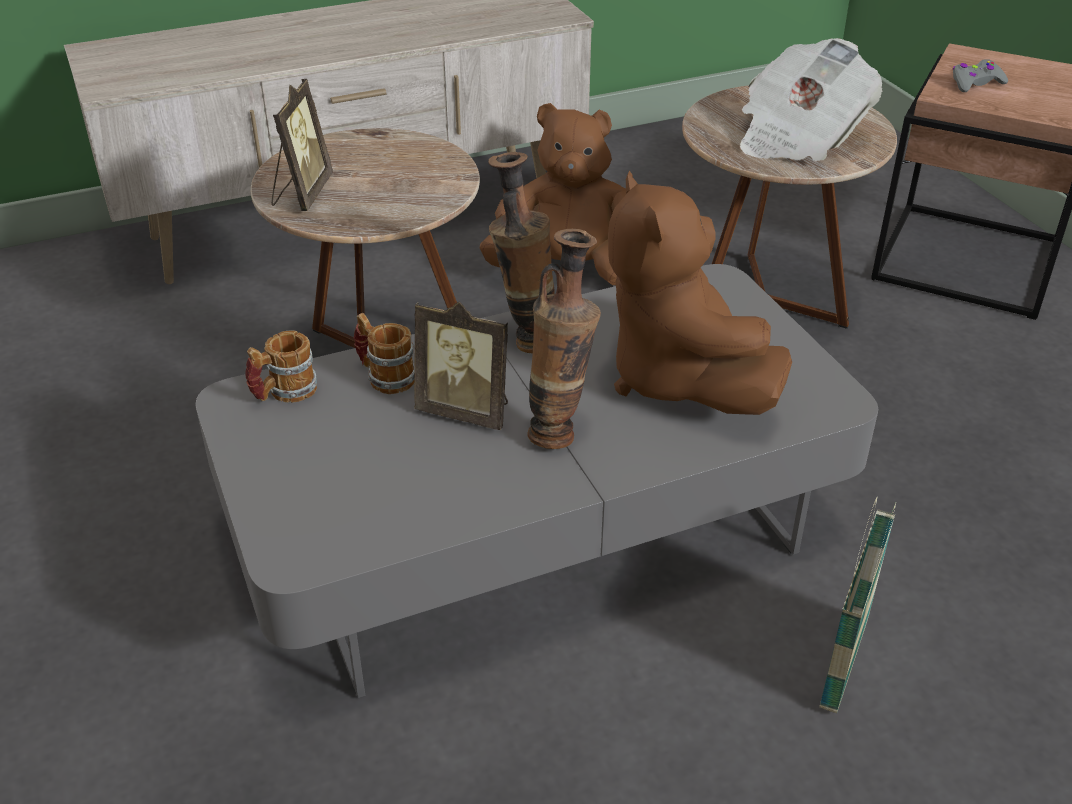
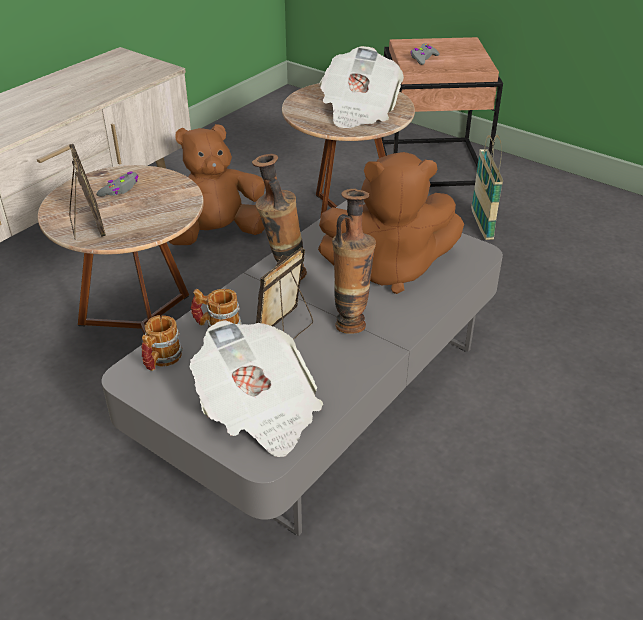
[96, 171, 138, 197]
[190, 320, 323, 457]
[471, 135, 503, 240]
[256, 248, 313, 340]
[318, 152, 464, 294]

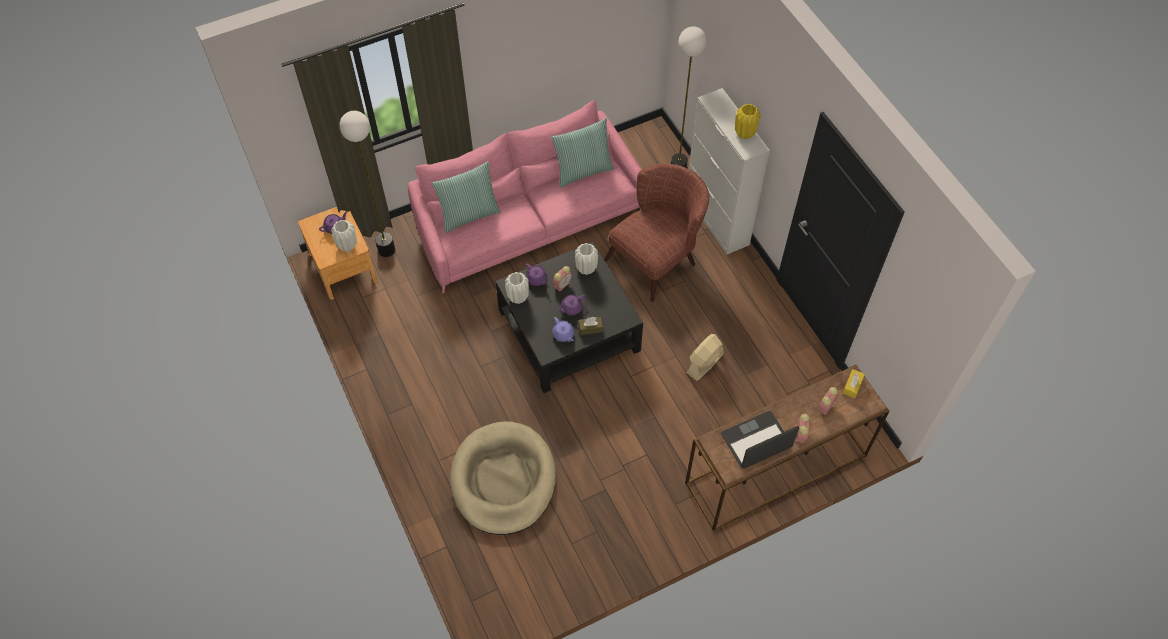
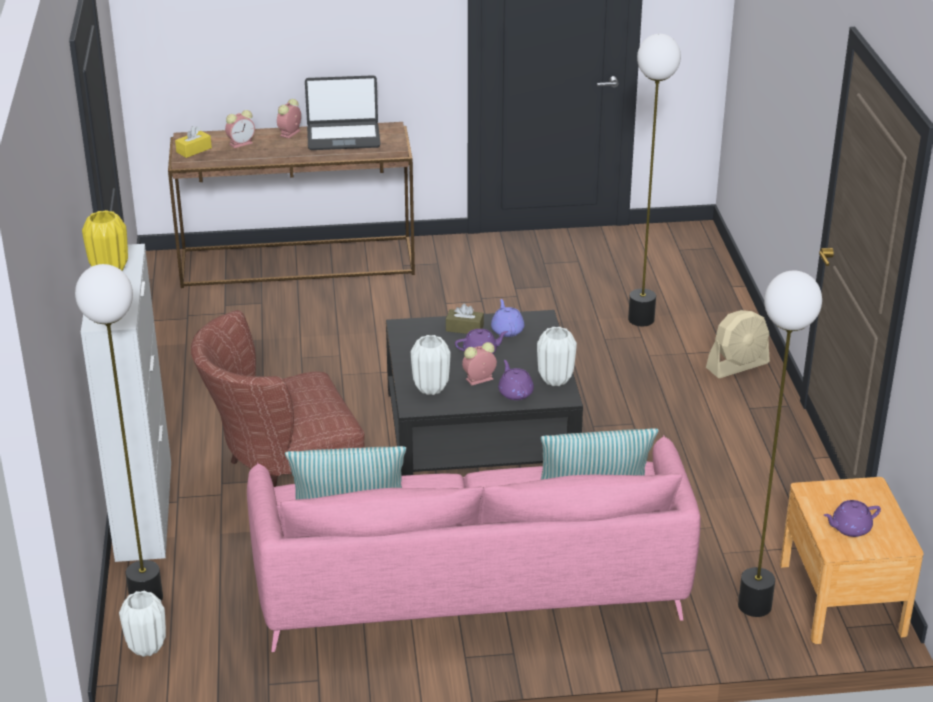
[119, 590, 166, 657]
[706, 310, 770, 378]
[628, 34, 681, 326]

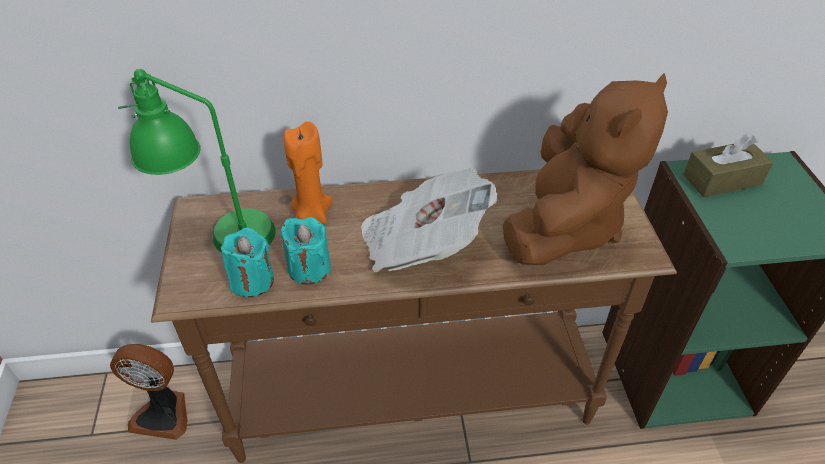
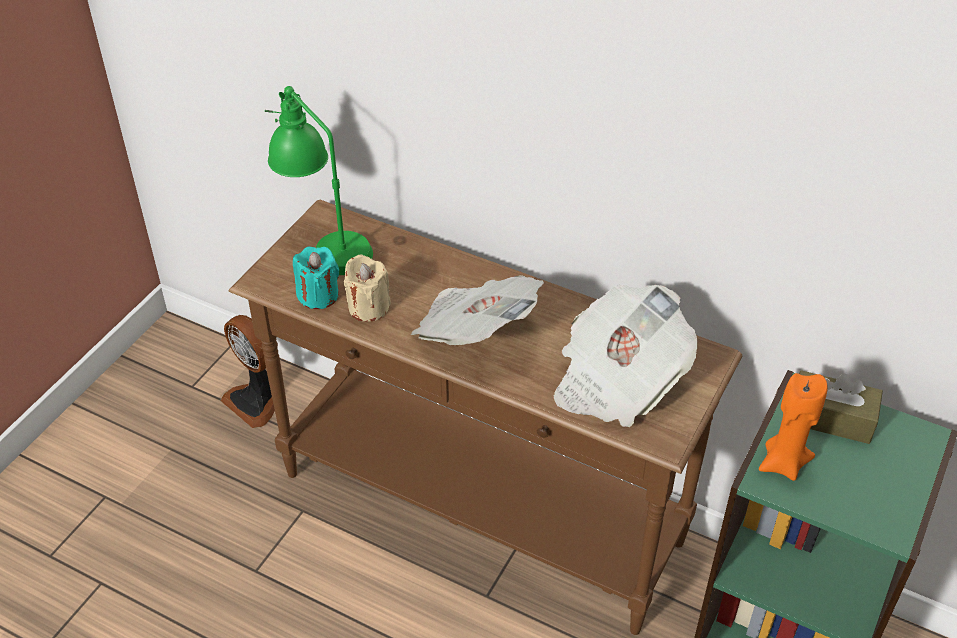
[759, 373, 828, 481]
[554, 284, 697, 427]
[344, 254, 391, 322]

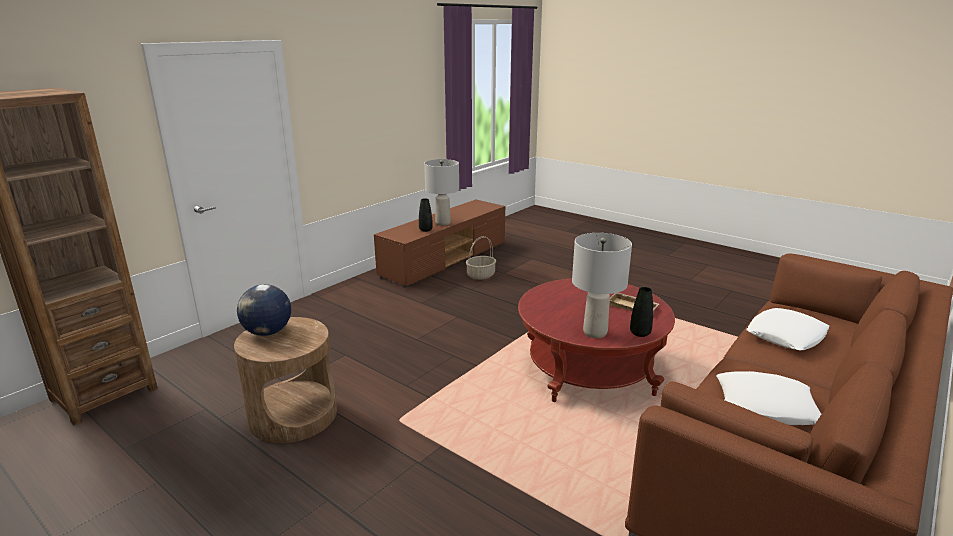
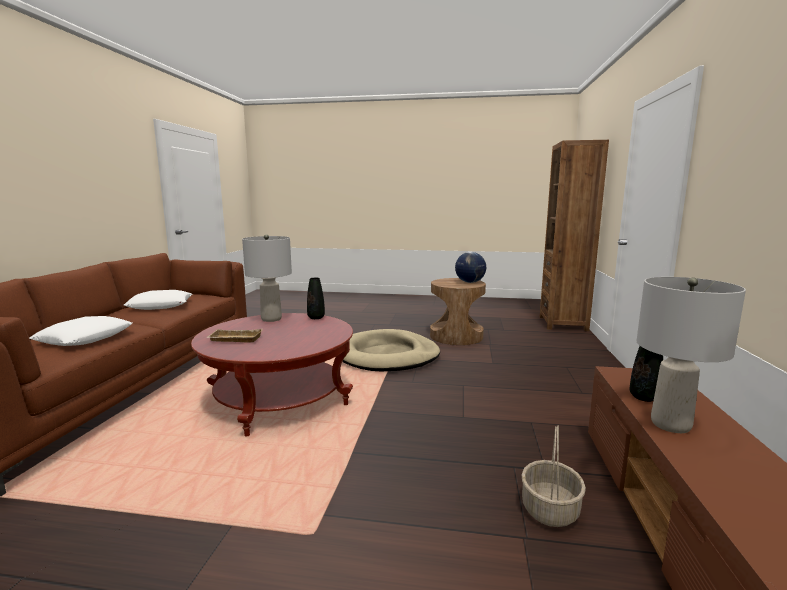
[342, 329, 440, 371]
[307, 278, 325, 319]

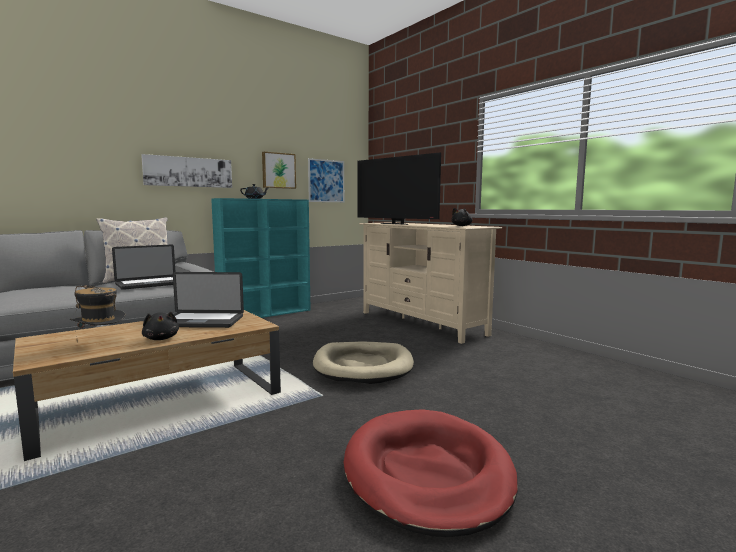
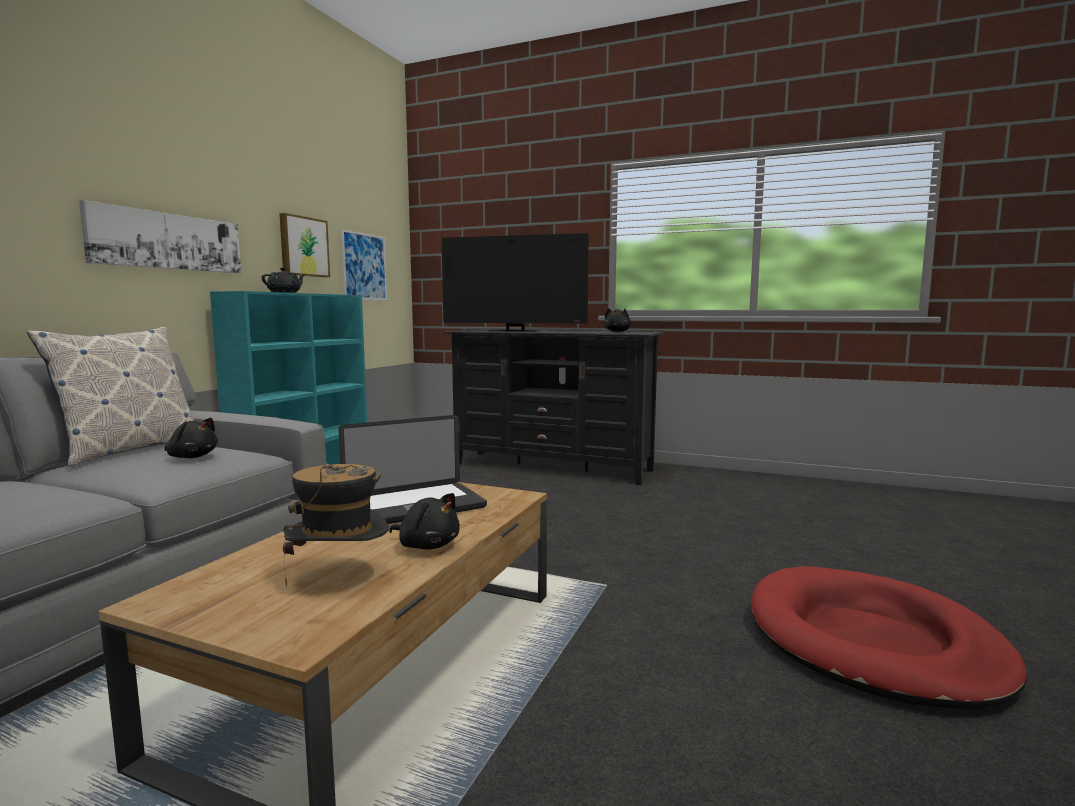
[313, 342, 414, 384] (first image)
[165, 418, 218, 458]
[444, 329, 664, 485]

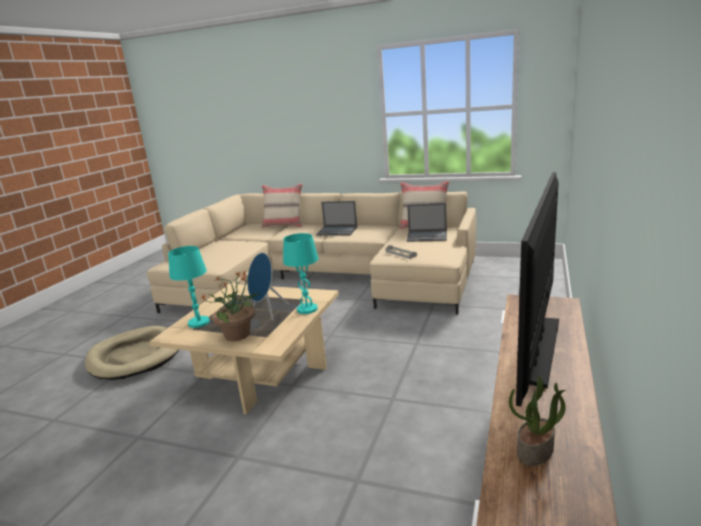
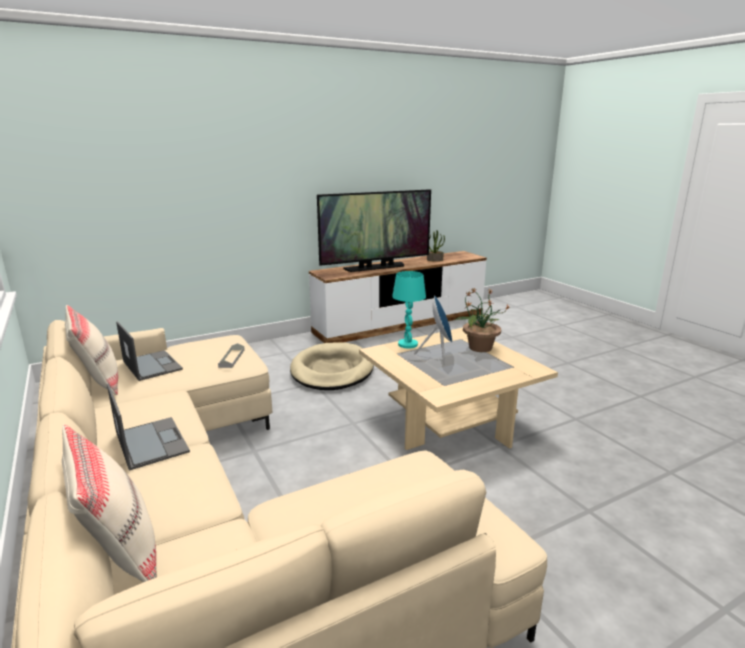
[168, 246, 210, 328] (first image)
[290, 342, 374, 390]

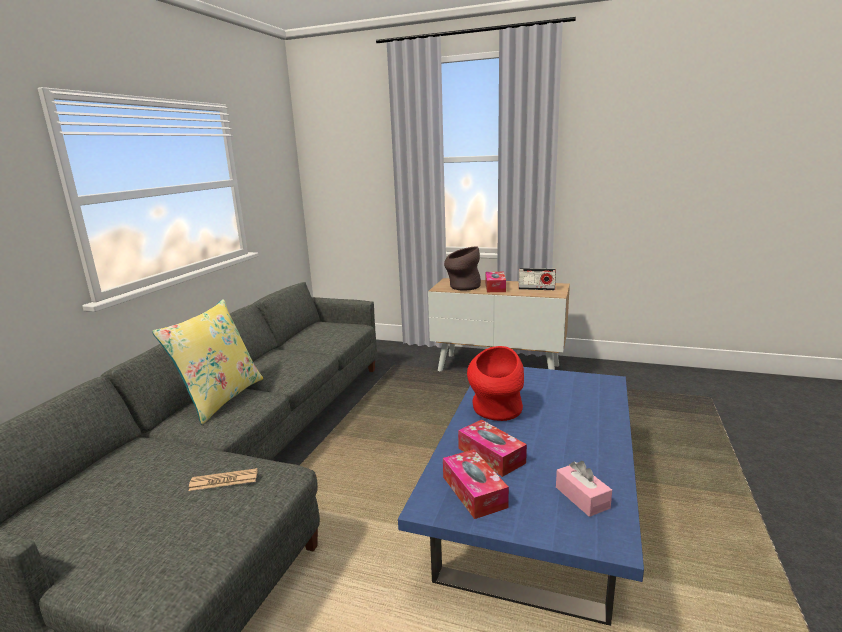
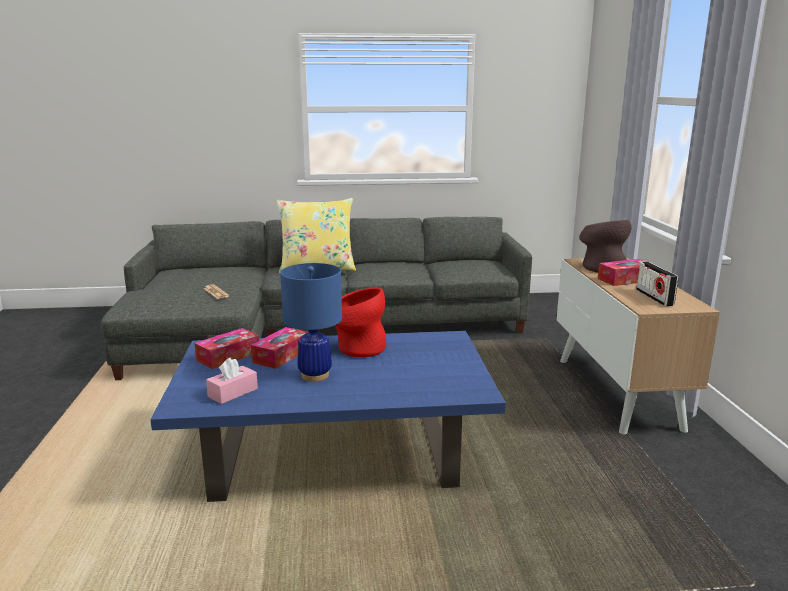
[280, 263, 342, 382]

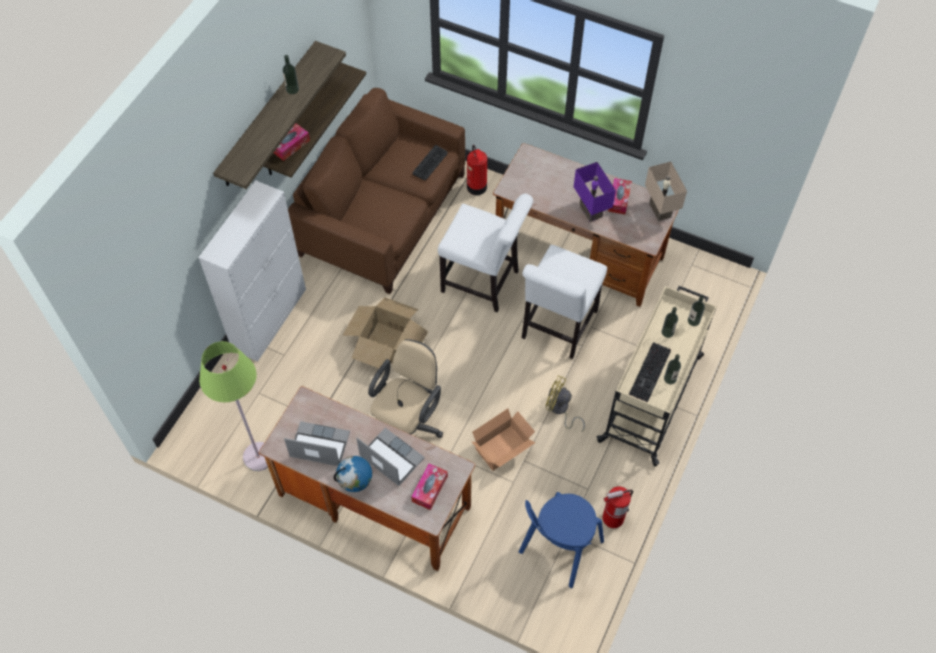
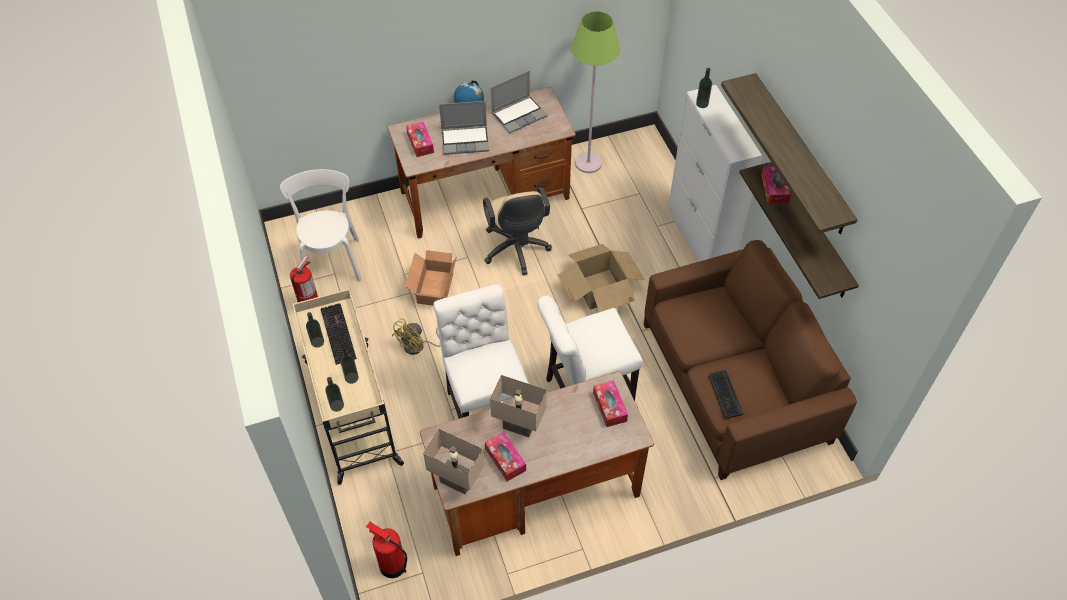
[593, 380, 628, 427]
[696, 68, 712, 108]
[366, 522, 407, 578]
[280, 169, 362, 282]
[490, 375, 547, 437]
[392, 318, 441, 355]

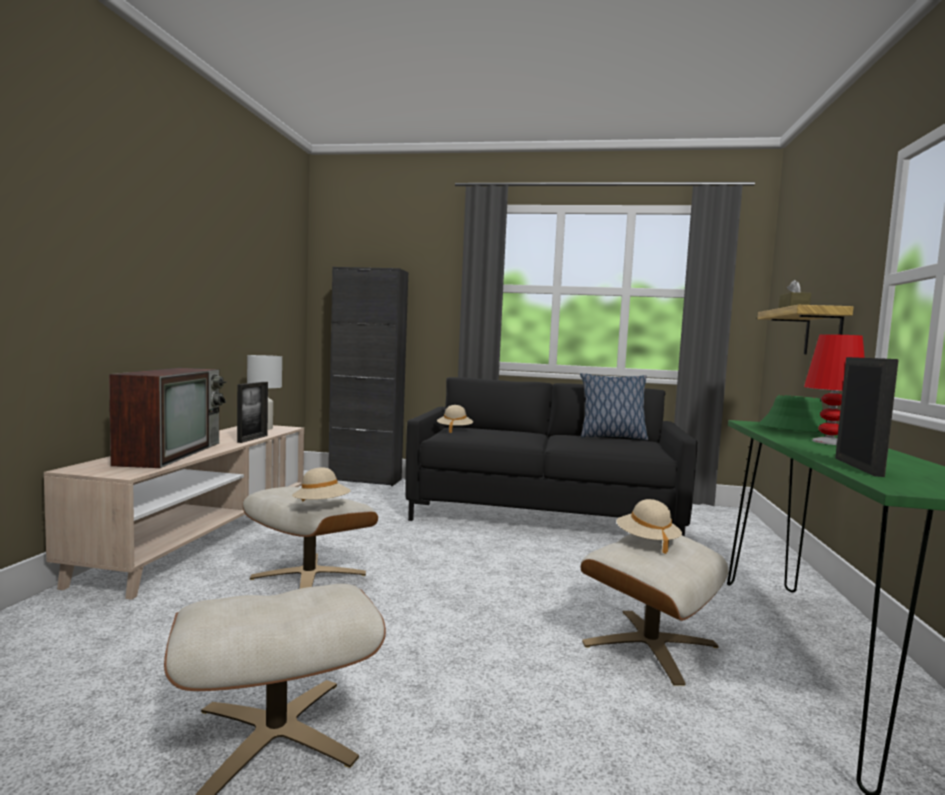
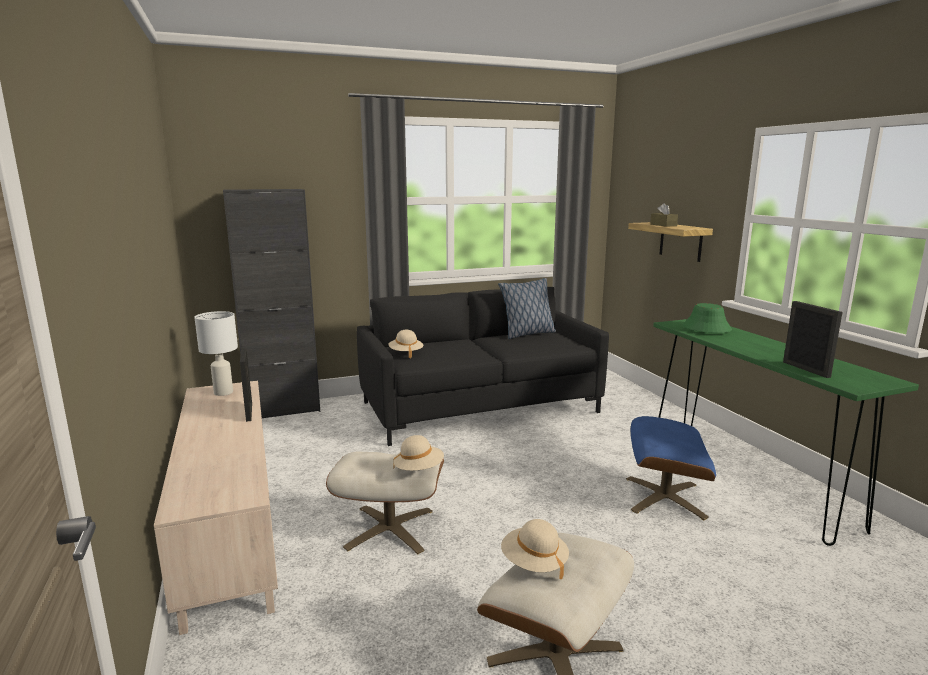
[109, 368, 227, 468] (first image)
[804, 334, 865, 445] (first image)
[501, 519, 569, 579]
[626, 416, 716, 520]

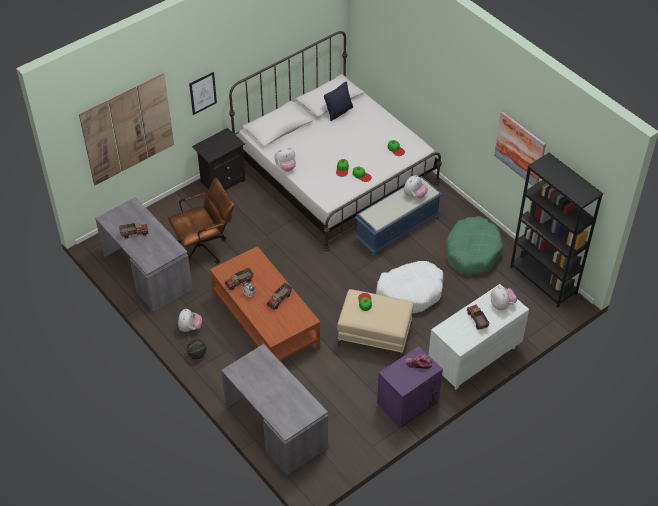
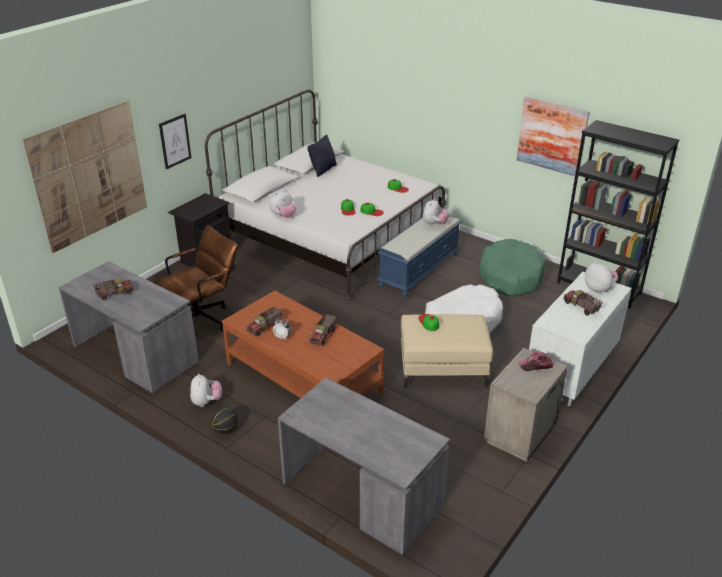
[484, 348, 568, 462]

